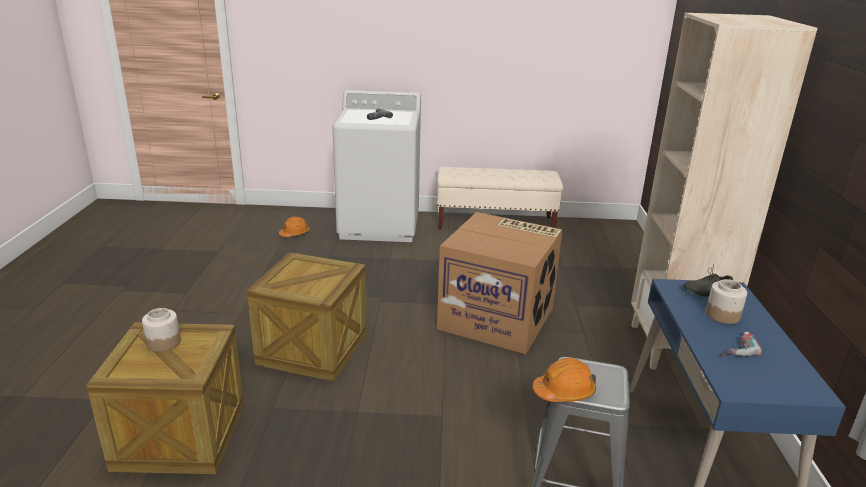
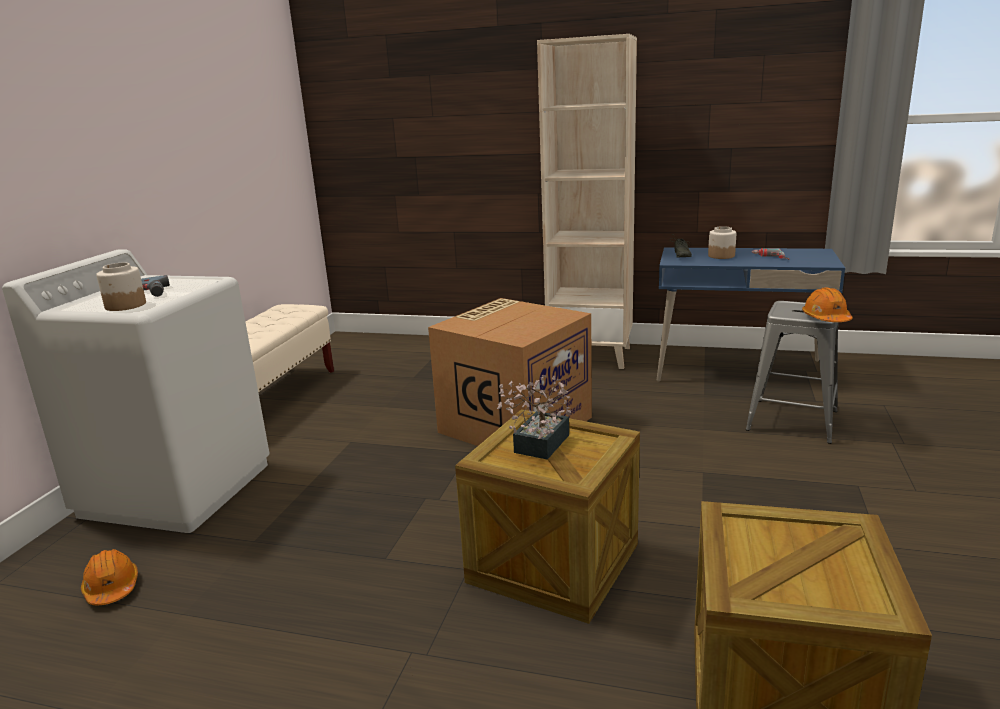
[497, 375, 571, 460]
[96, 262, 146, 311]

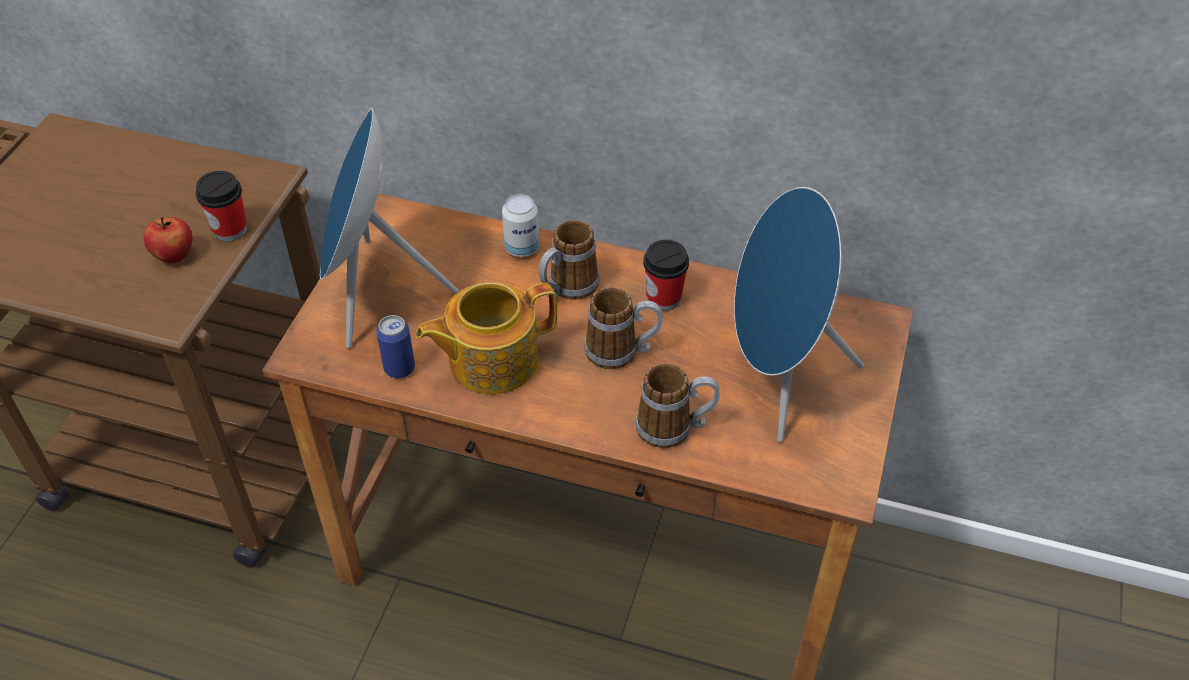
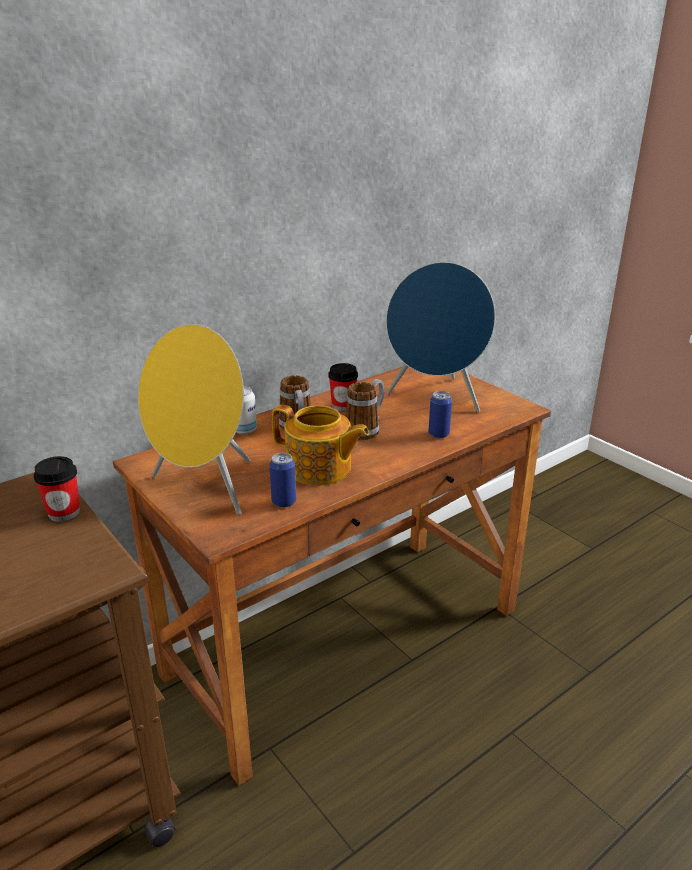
[143, 217, 193, 263] (first image)
[429, 391, 452, 438]
[138, 324, 250, 515]
[272, 405, 369, 485]

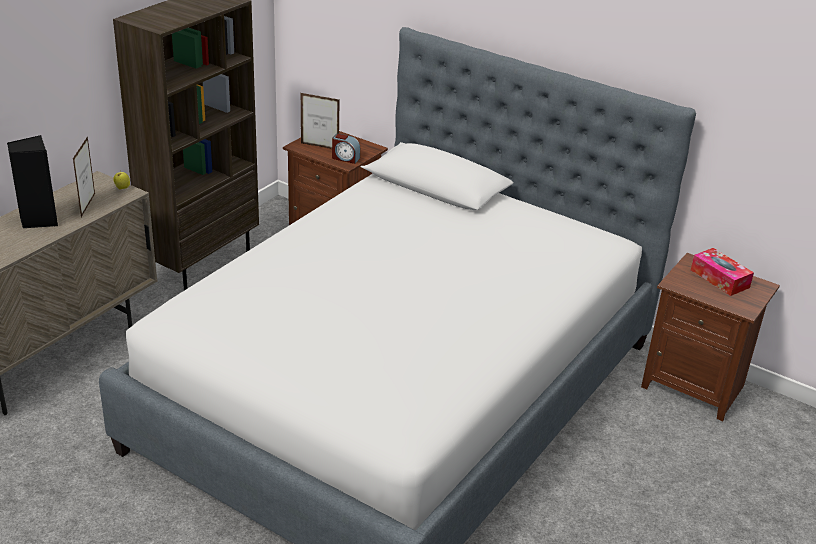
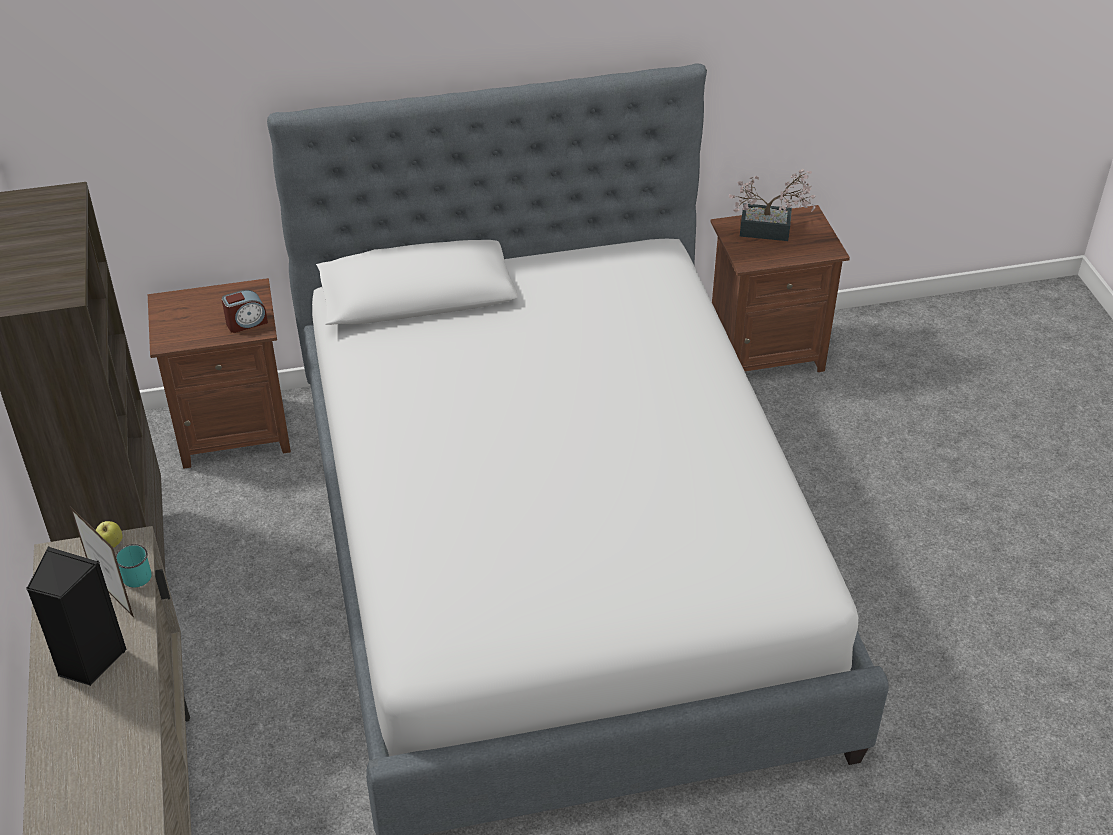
[301, 93, 340, 149] (first image)
[115, 544, 152, 588]
[729, 168, 816, 241]

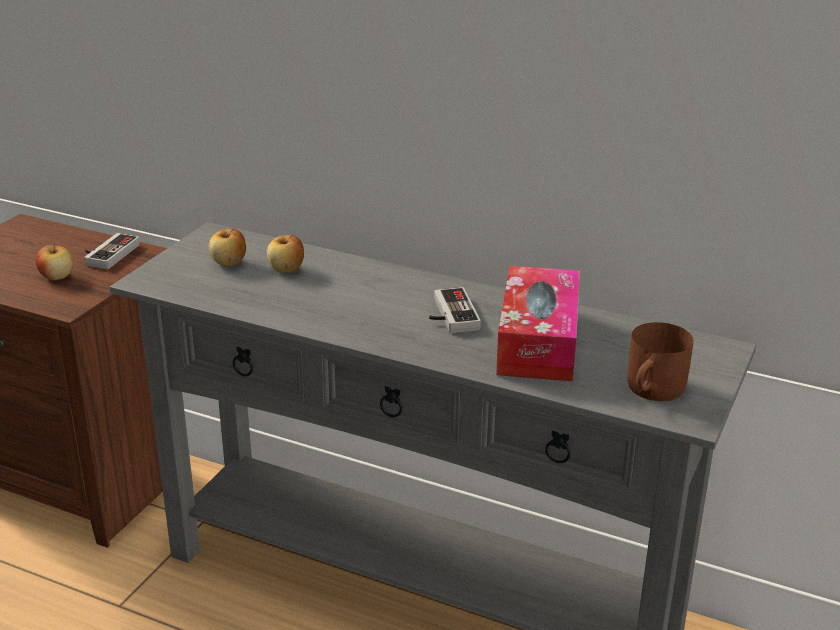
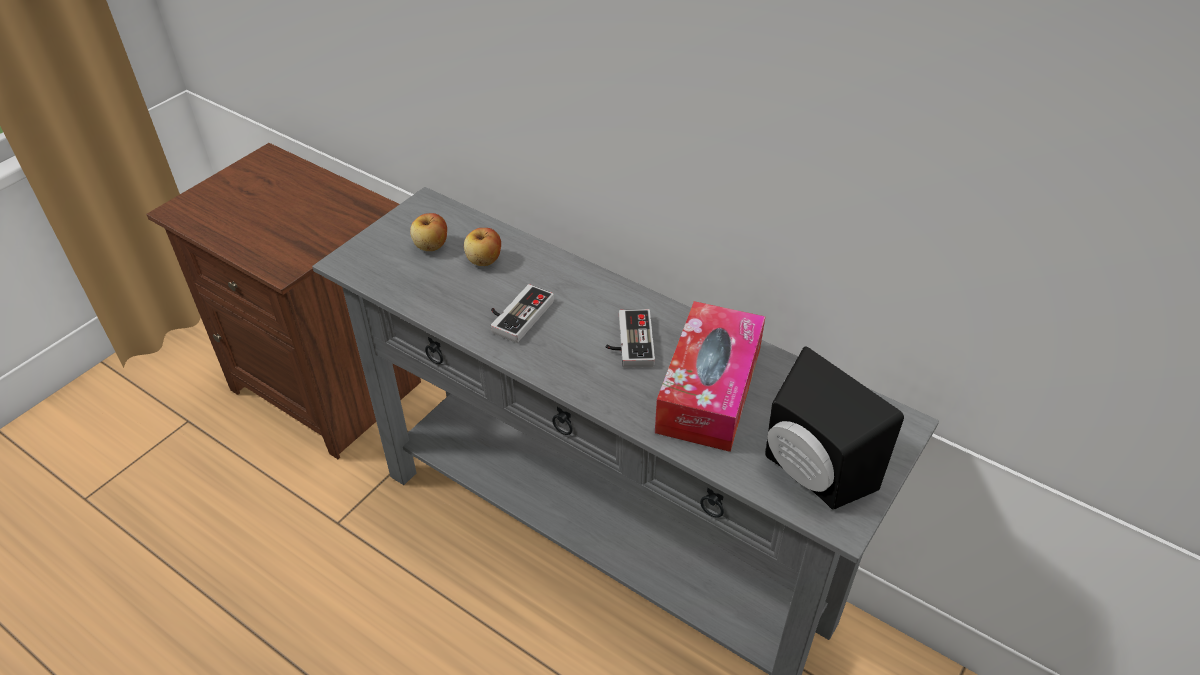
[36, 242, 74, 280] (first image)
[491, 284, 554, 343]
[765, 346, 904, 510]

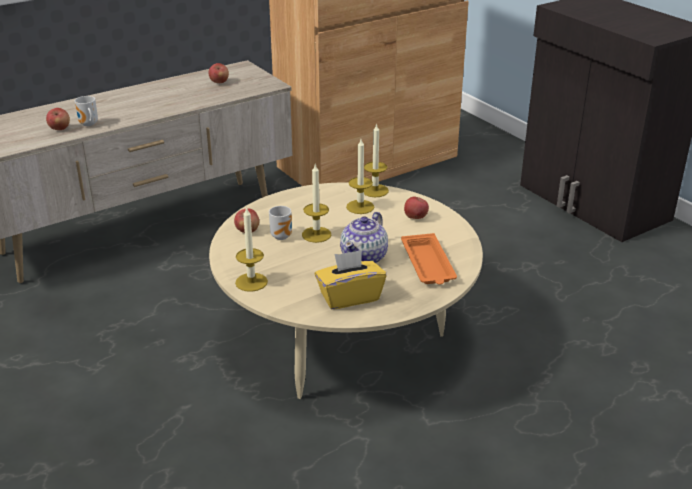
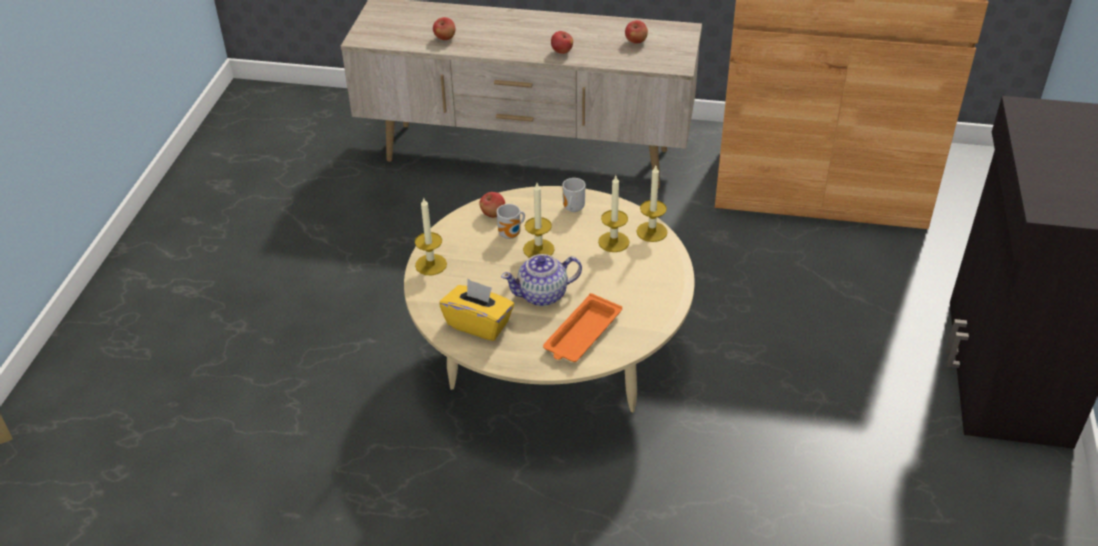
[562, 178, 586, 212]
[551, 31, 573, 54]

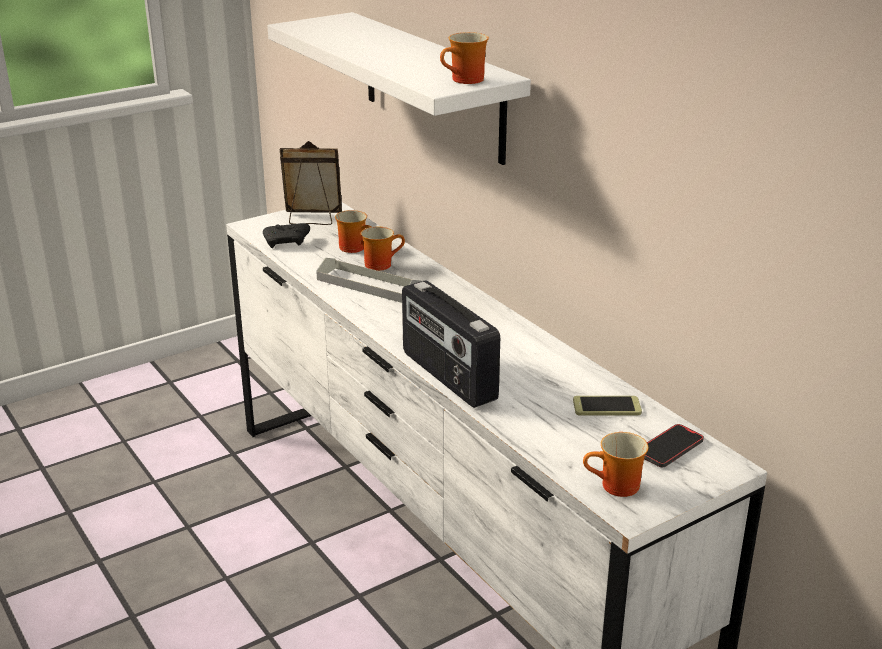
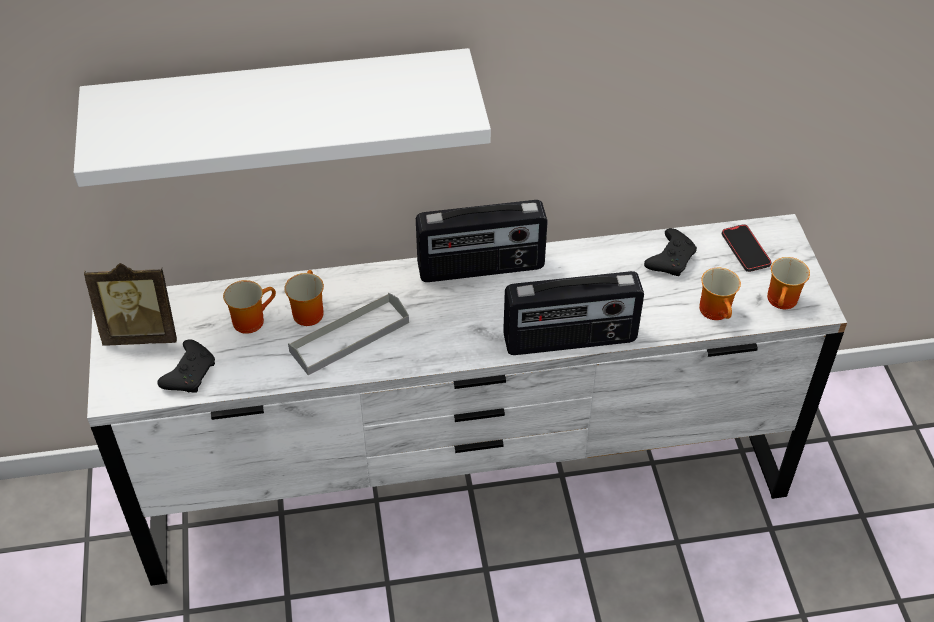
[416, 200, 548, 282]
[699, 268, 741, 320]
[644, 228, 697, 276]
[84, 263, 177, 346]

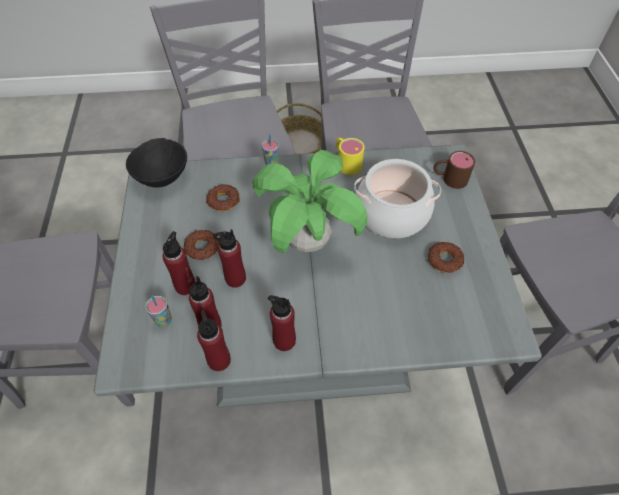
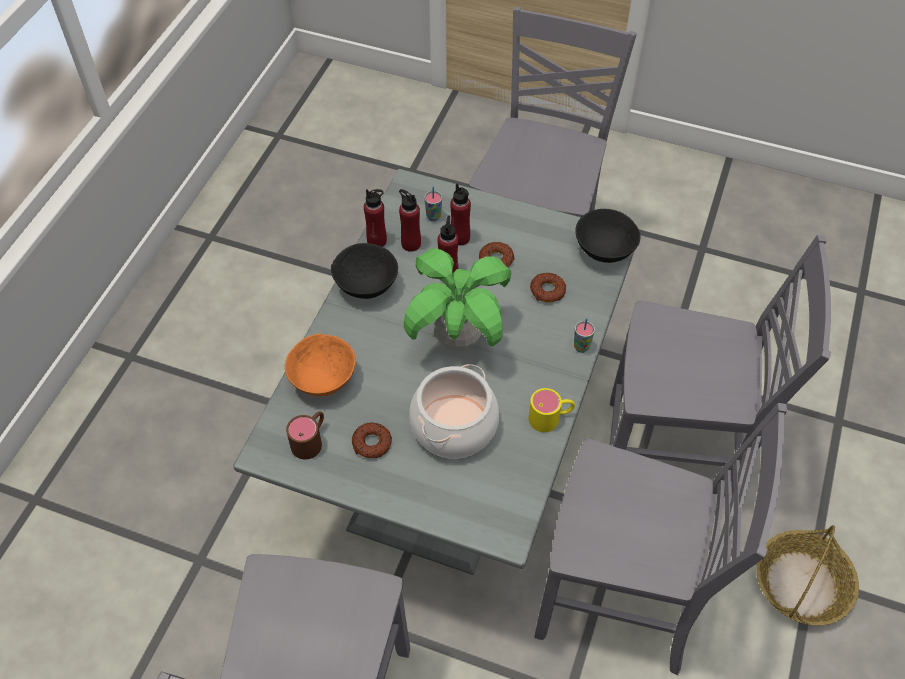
[285, 334, 356, 396]
[286, 412, 324, 459]
[331, 243, 398, 299]

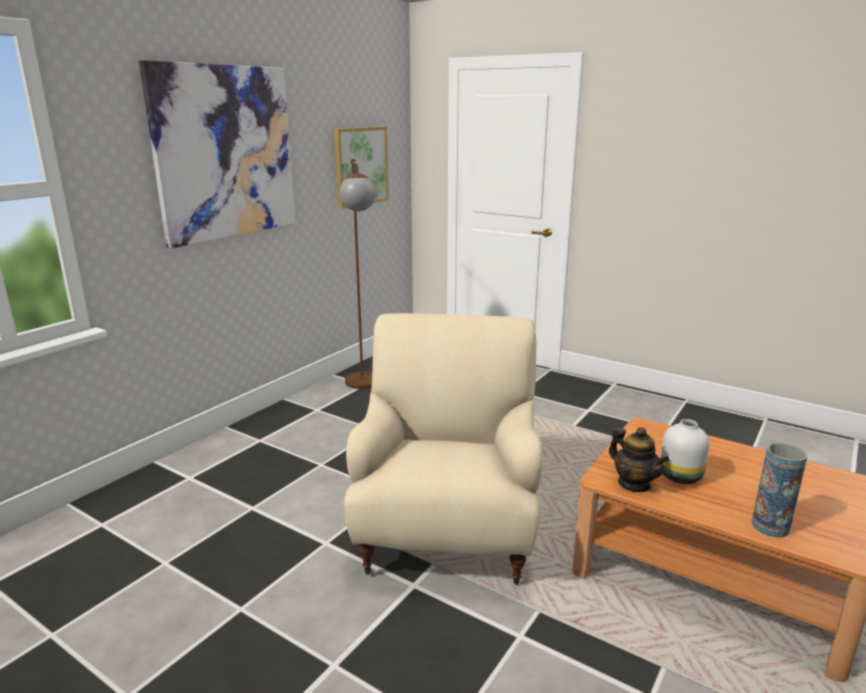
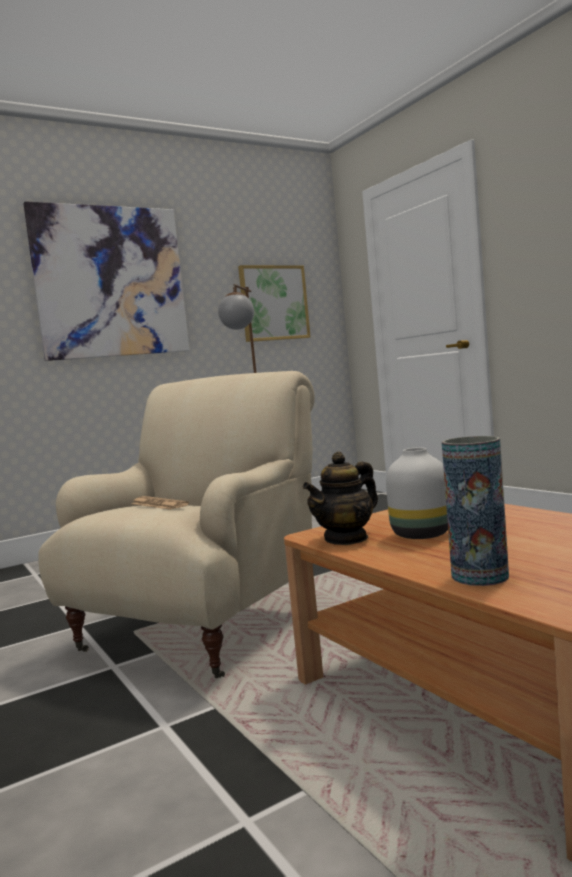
[131, 496, 189, 510]
[303, 451, 378, 545]

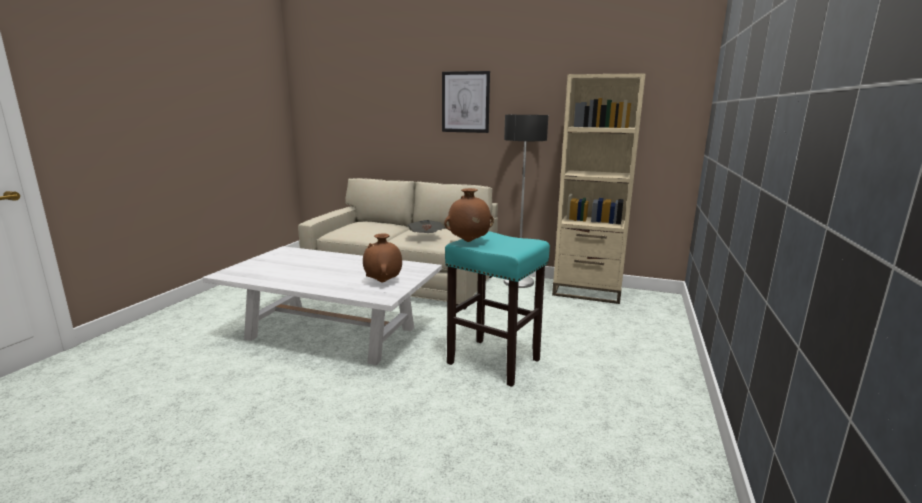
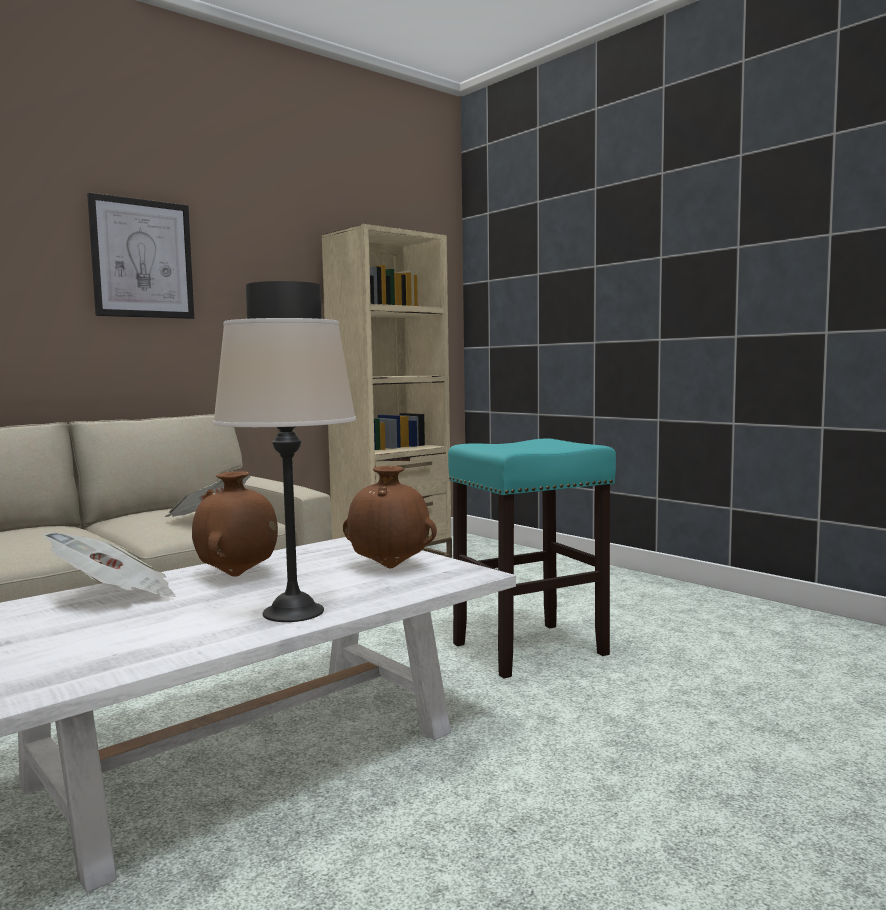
[43, 532, 176, 597]
[213, 318, 356, 622]
[192, 471, 278, 577]

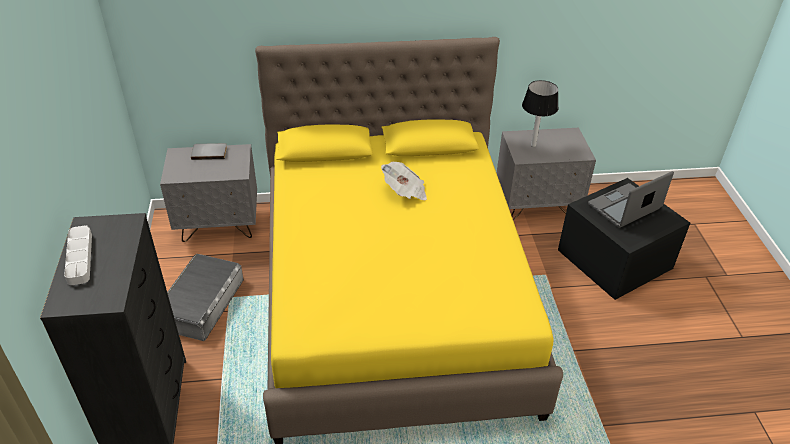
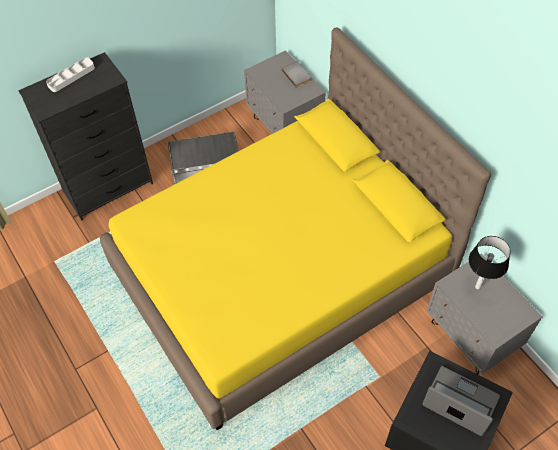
[381, 162, 427, 200] (first image)

